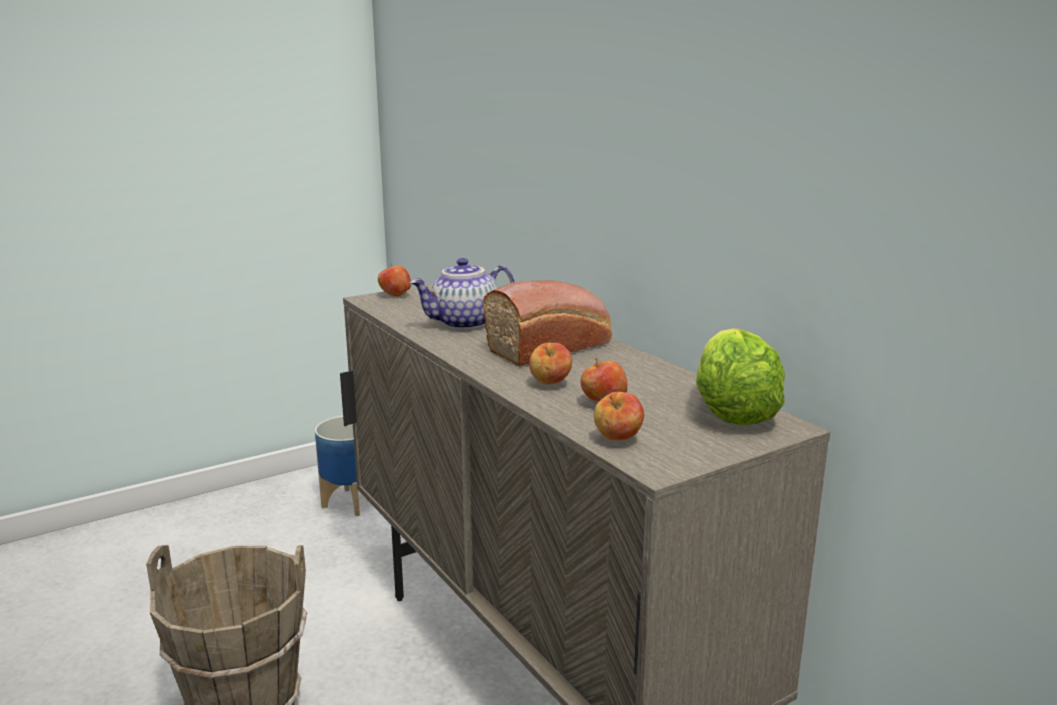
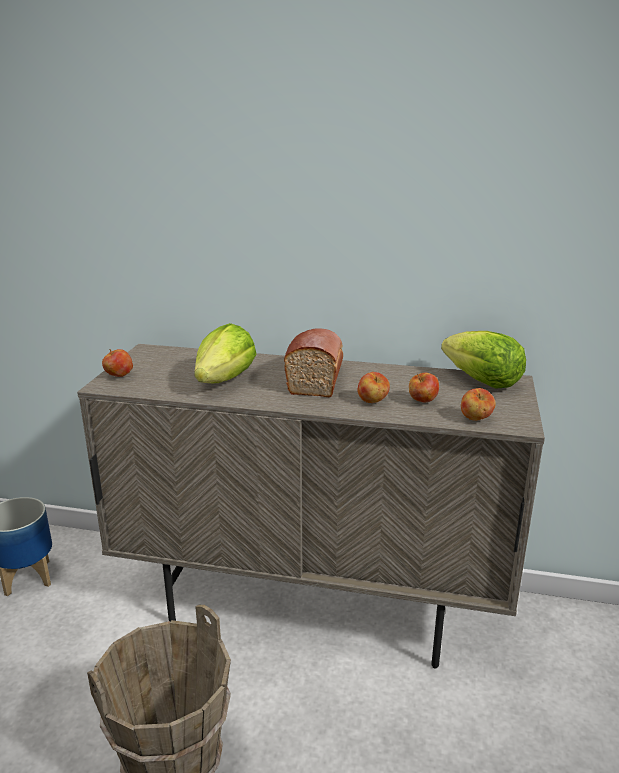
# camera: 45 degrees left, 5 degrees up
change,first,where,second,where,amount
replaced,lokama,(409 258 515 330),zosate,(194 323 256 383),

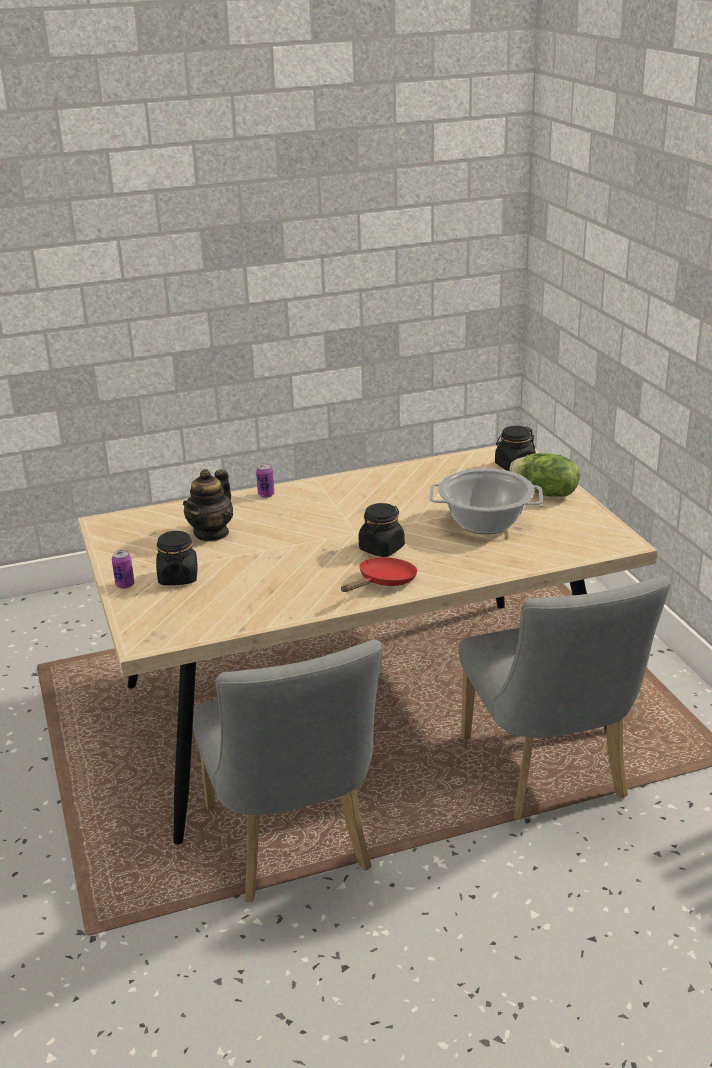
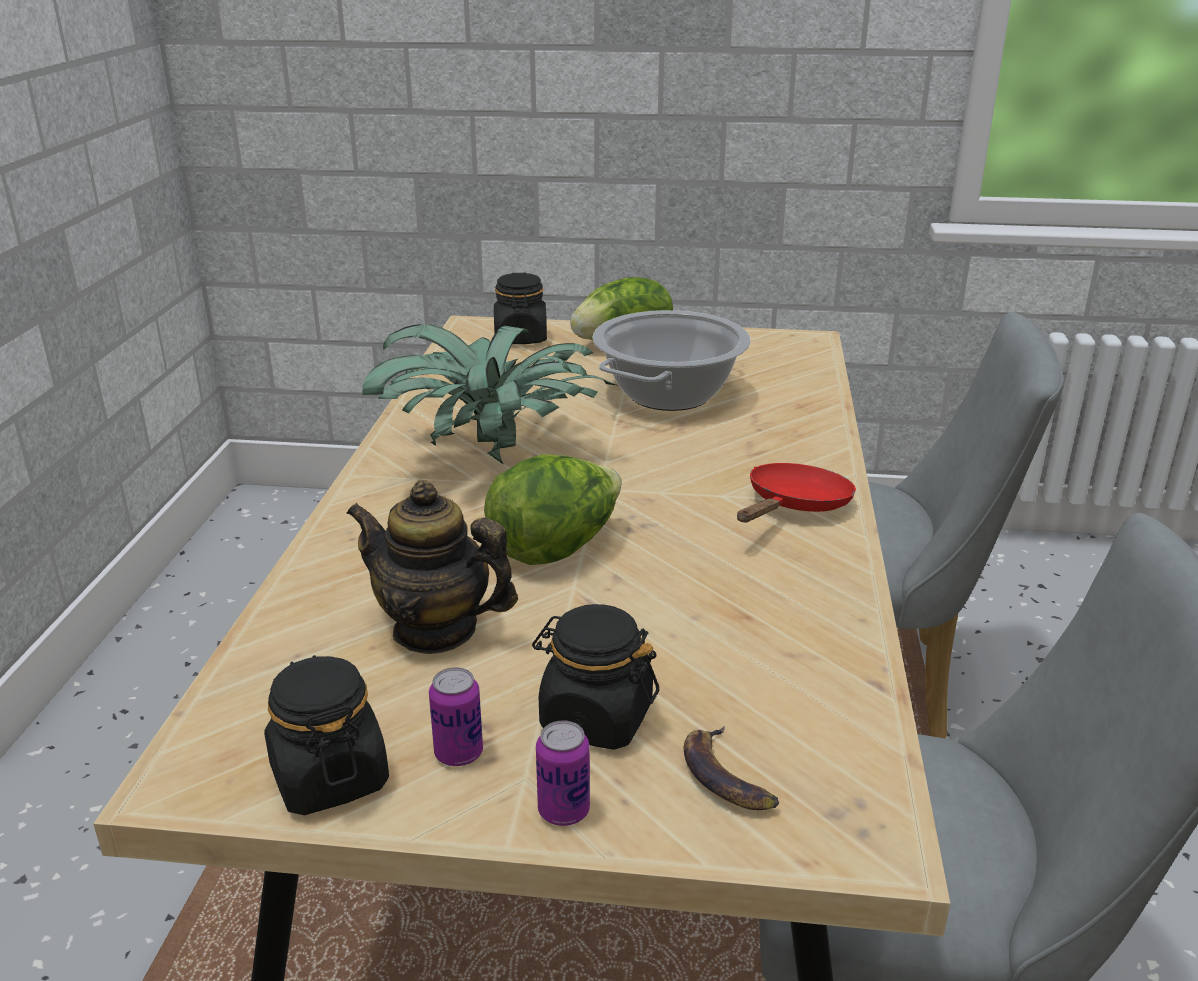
# camera: 65 degrees left, 0 degrees up
change,first,where,second,where,amount
turned,lokama,(183 469 233 542),,(346 480 518 654),150 degrees clockwise
moved,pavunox,(256 464 274 498),,(429 667 483 766),
turned,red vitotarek,(341 557 418 592),,(737 463 856 523),60 degrees clockwise
moved,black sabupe,(358 503 405 557),,(264 655 389 815),
added,,,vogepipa,(362 324 620 465),
added,,,zosate,(484 454 622 565),
added,,,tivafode,(684 726 779 810),

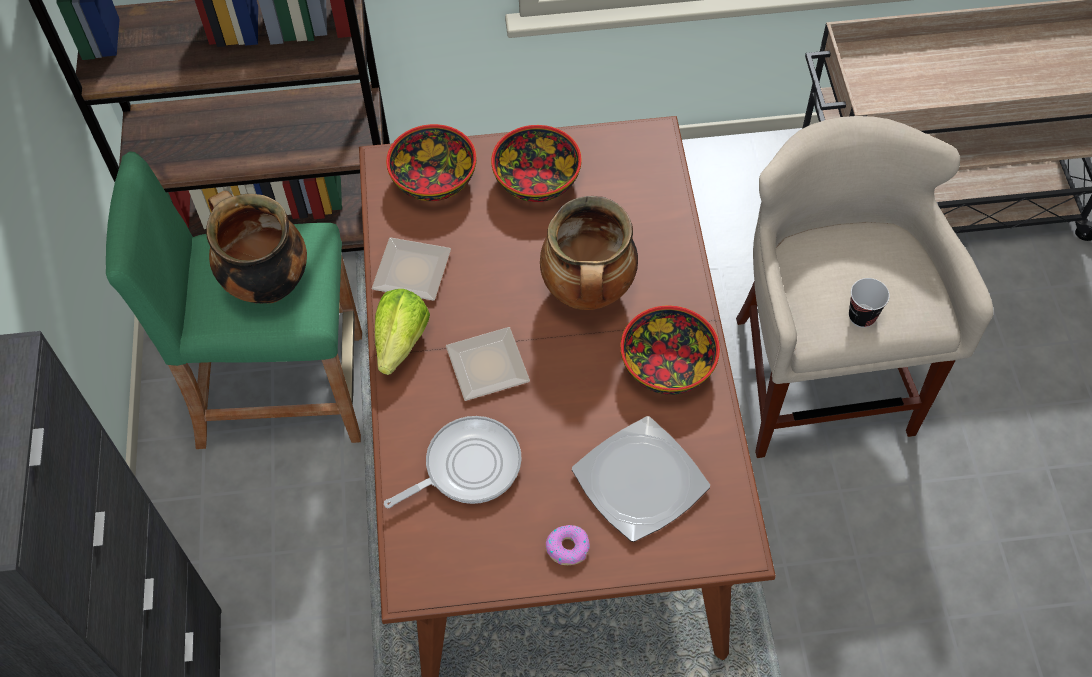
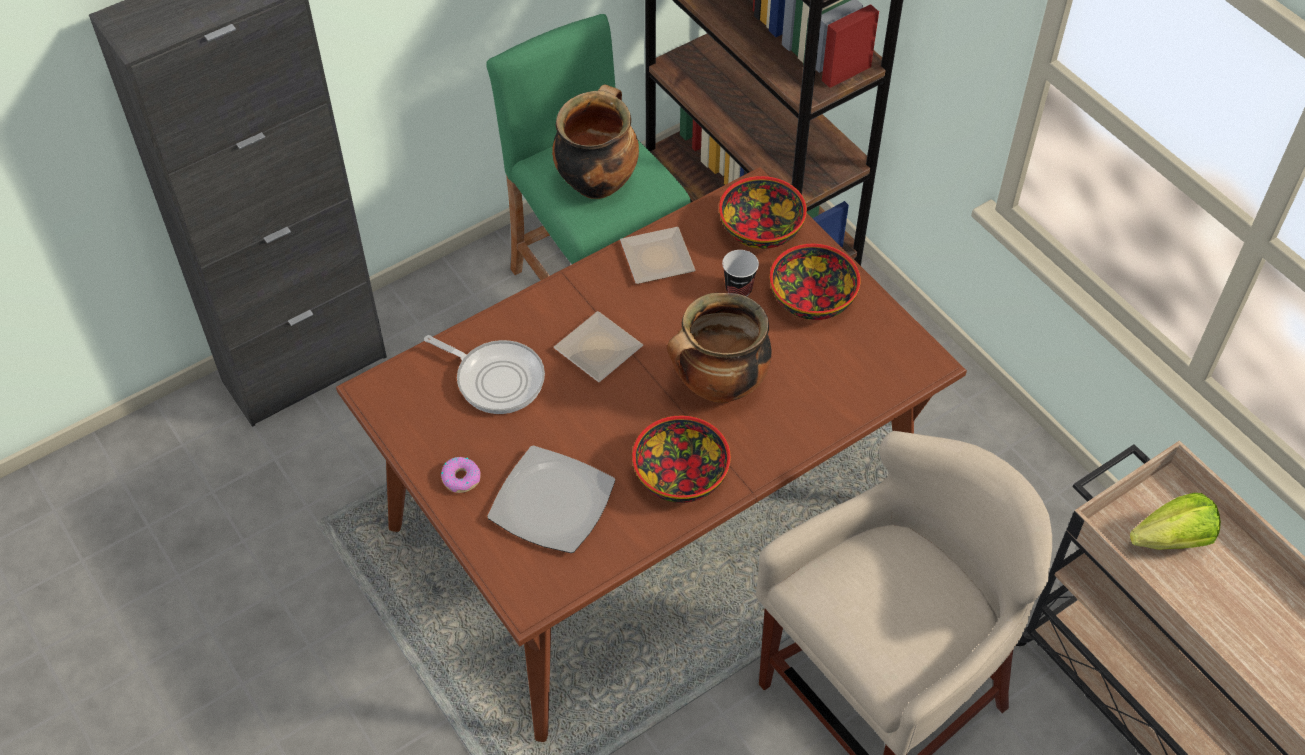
# camera: 60 degrees right, 5 degrees down
change,first,where,second,where,amount
moved,zosate,(375 289 430 375),,(1130 493 1221 550),
moved,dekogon,(849 278 890 328),,(722 250 759 296),

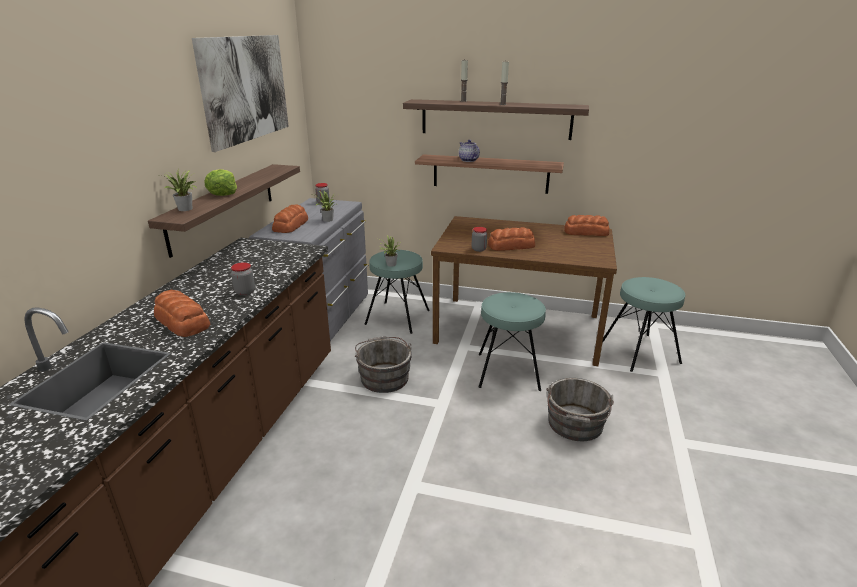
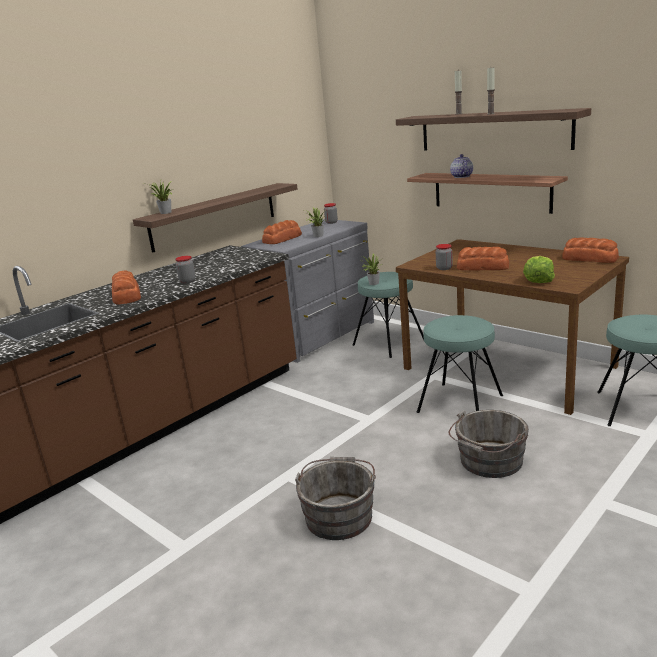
# camera: 30 degrees right, 5 degrees down
change,first,where,second,where,amount
removed,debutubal,(192 35 289 152),,,
moved,zosate,(205 169 237 196),,(523 256 555 283),
moved,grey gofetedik,(355 336 412 393),,(295 457 376 540),

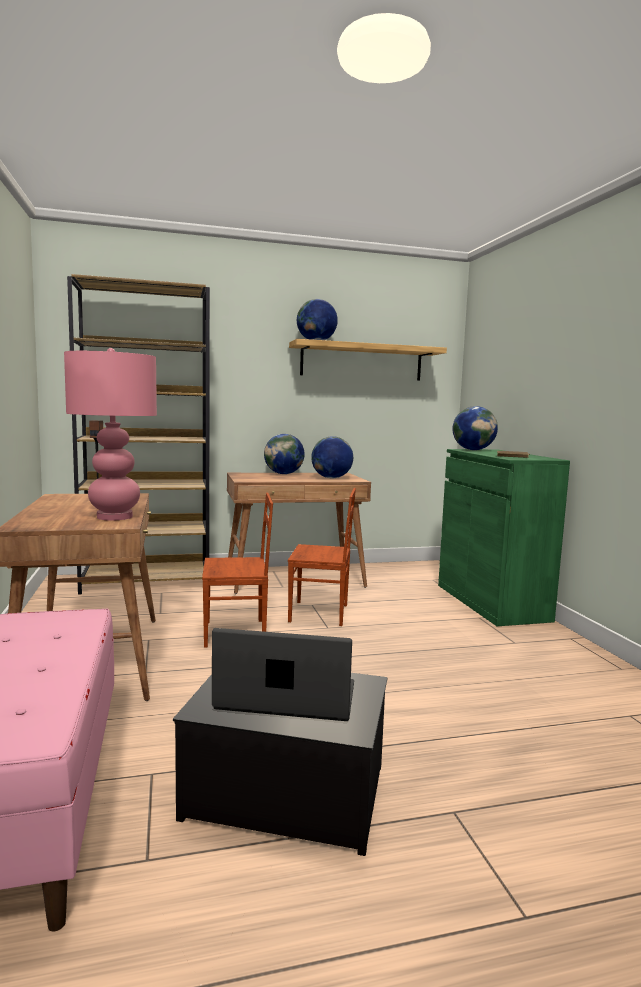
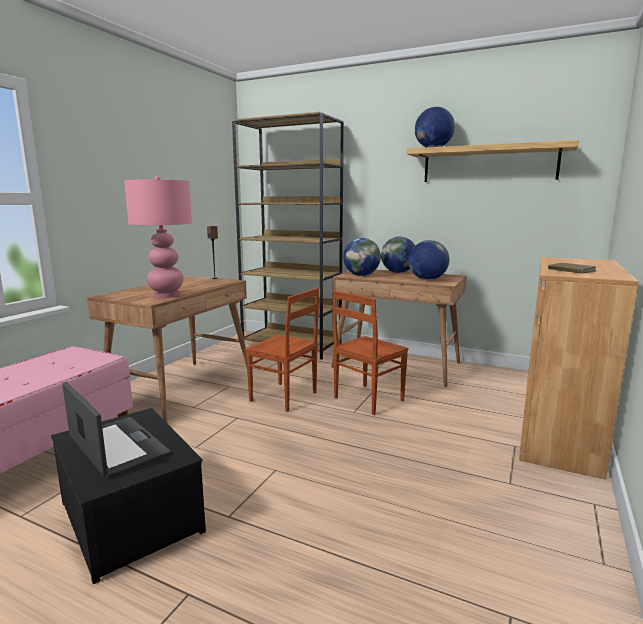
# camera: 40 degrees right, 5 degrees up
change,first,where,second,where,amount
turned,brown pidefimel,(288 488 356 626),,(332 291 409 415),90 degrees clockwise
recoloured,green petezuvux,(438 449 570 626),brown petezuvux,(519 257 639 480),
moved,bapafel,(453 406 498 450),,(343 238 381 276),

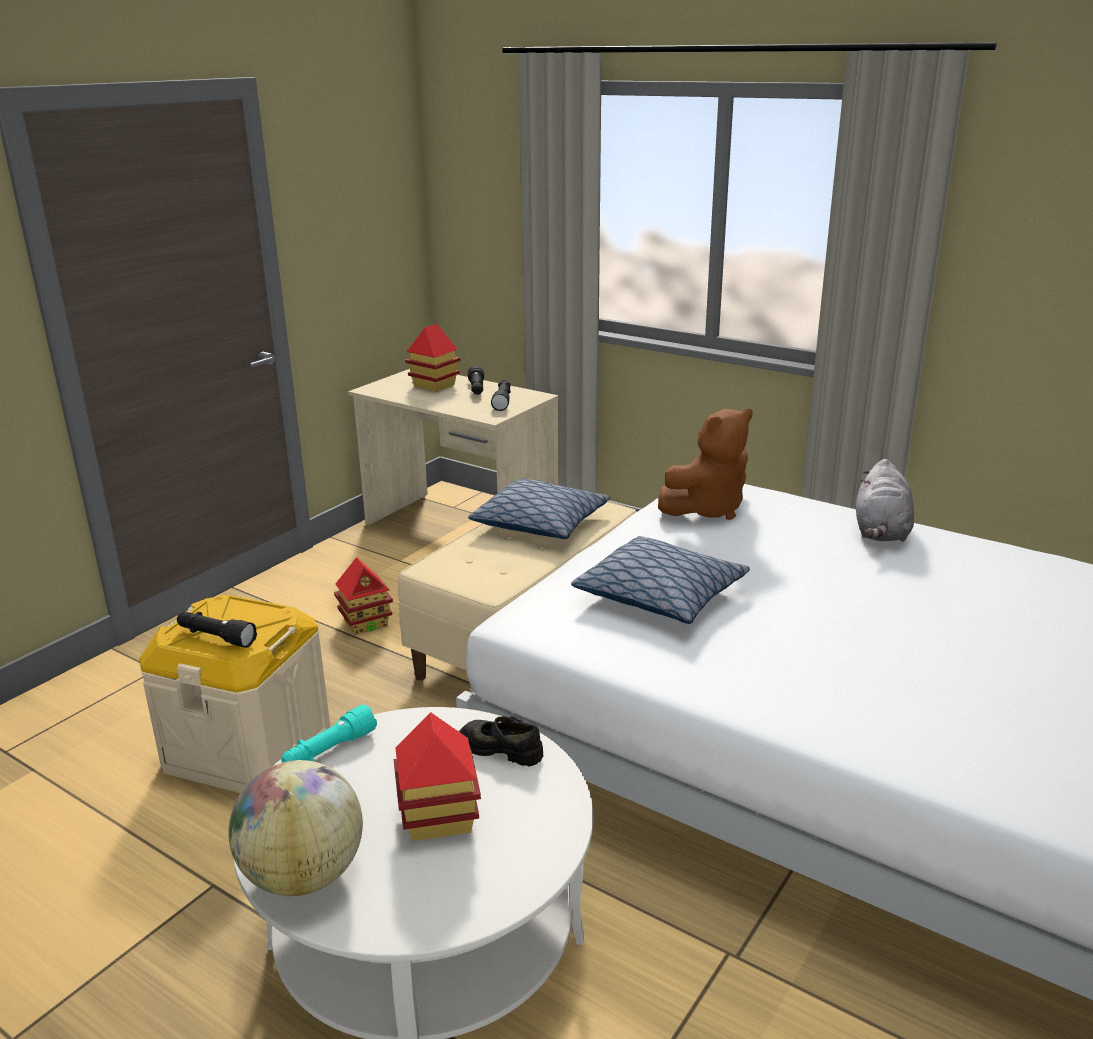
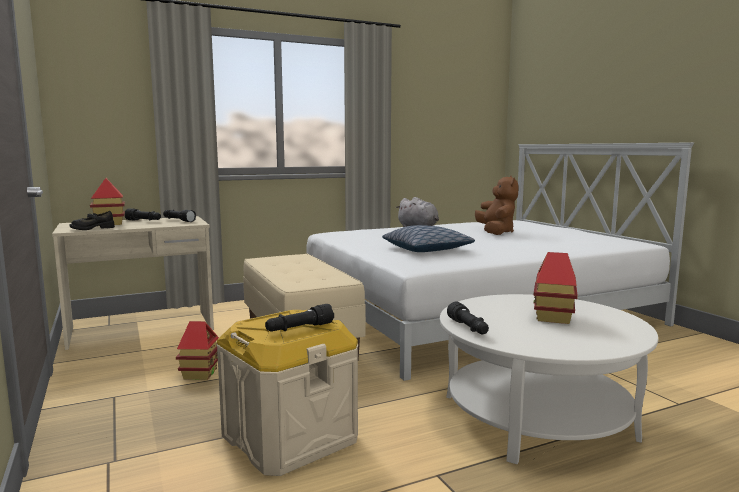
# camera: 60 degrees left, 15 degrees down
change,first,where,second,where,amount
removed,bapafel,(228 760 363 896),,,
recoloured,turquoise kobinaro,(281 705 377 762),black kobinaro,(447 301 489 334),
moved,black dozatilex,(459 716 543 766),,(69 211 115 230),
removed,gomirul,(468 479 610 539),,,
moved,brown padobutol,(658 409 753 520),,(475 176 519 235),

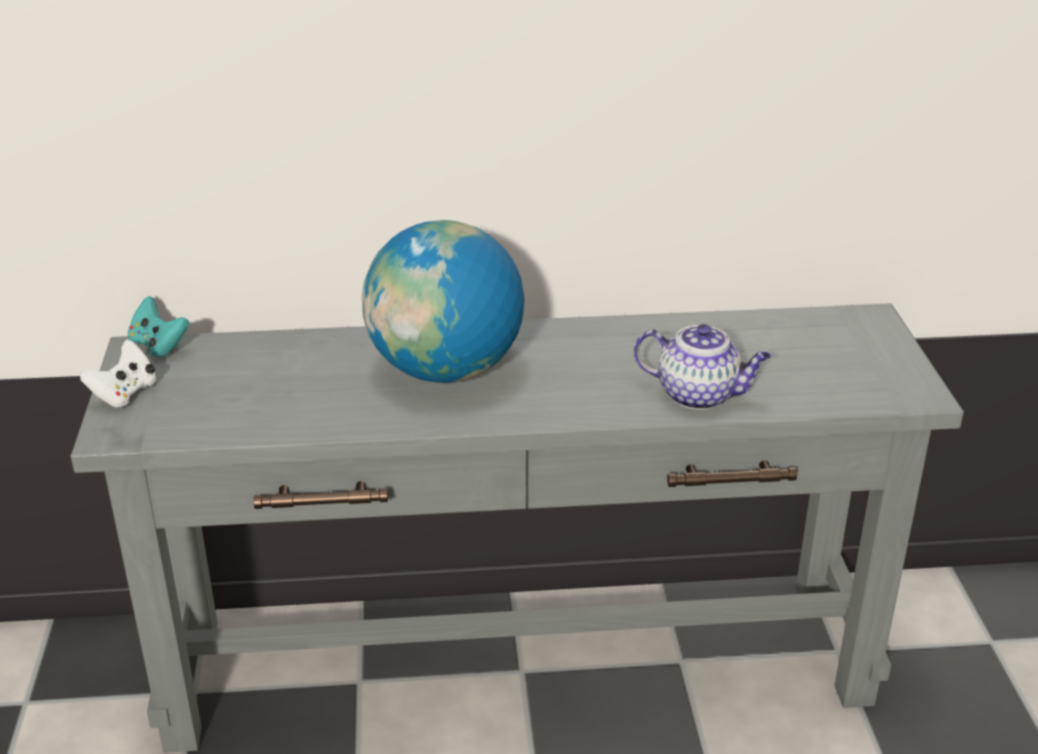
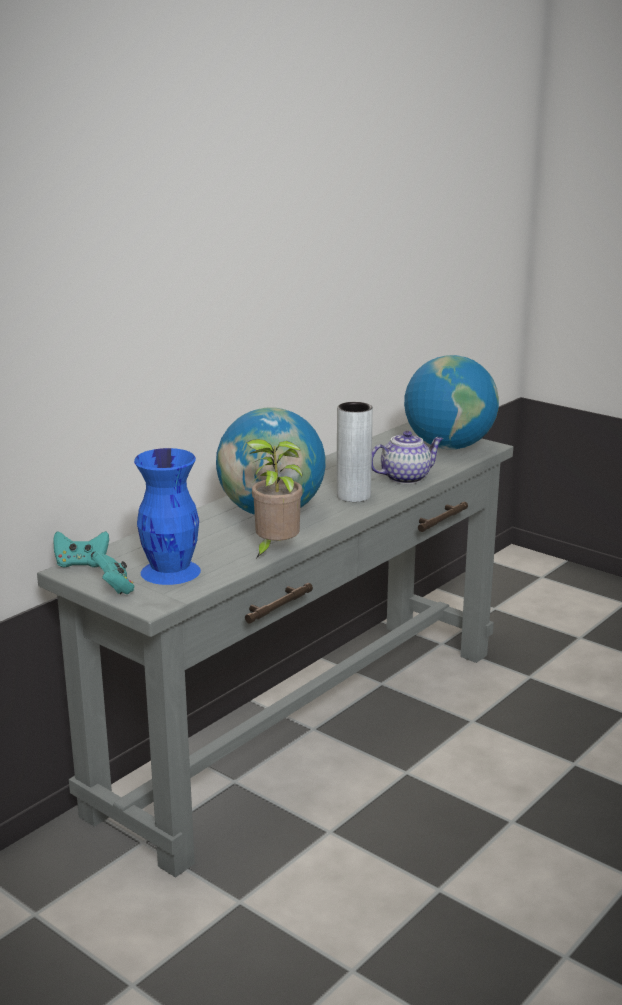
# camera: 45 degrees left, 10 degrees down
change,first,where,second,where,amount
recoloured,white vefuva,(80 339 156 408),turquoise vefuva,(92 551 134 594),
added,,,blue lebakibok,(134 448 201 585),
added,,,vogepipa,(246 439 303 559),
added,,,grey lebakibok,(336 402 373 502),
added,,,bapafel,(404 355 499 449),

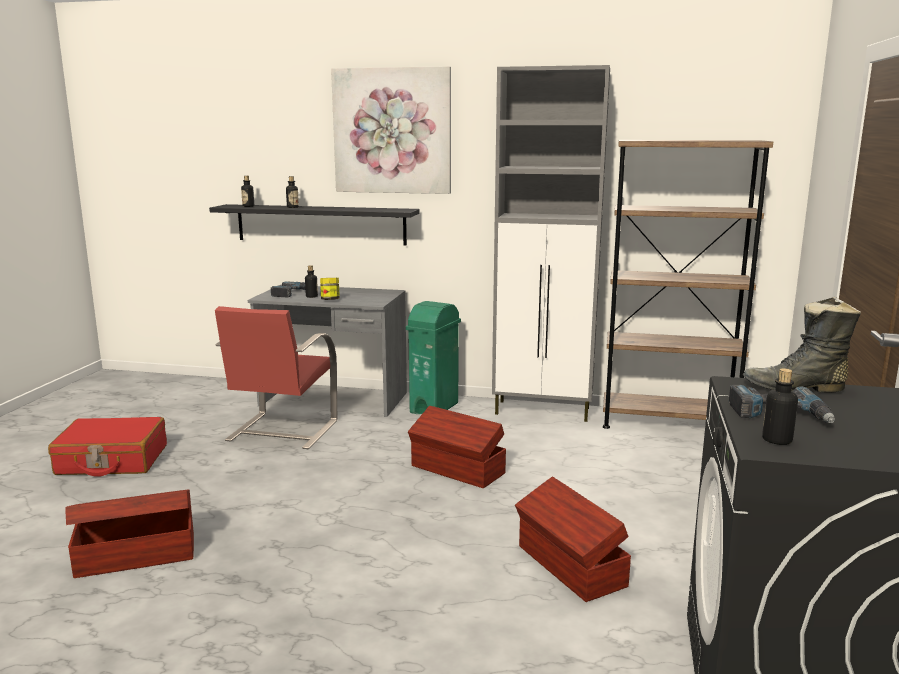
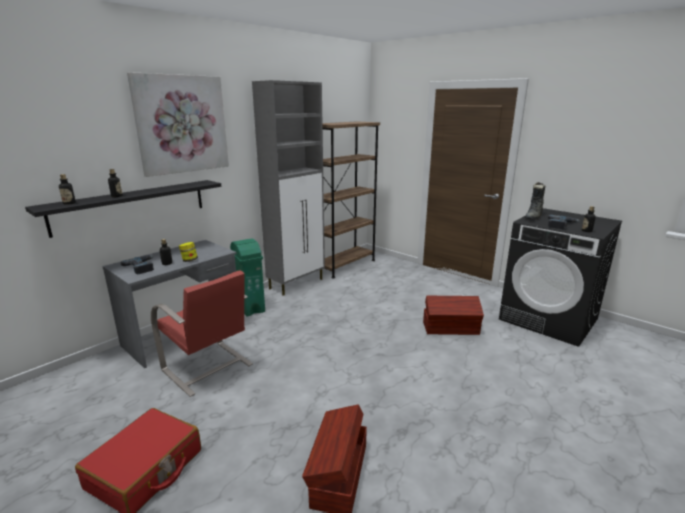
# camera: 60 degrees left, 5 degrees up
change,first,where,second,where,amount
removed,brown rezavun,(408 406 506 488),,,

